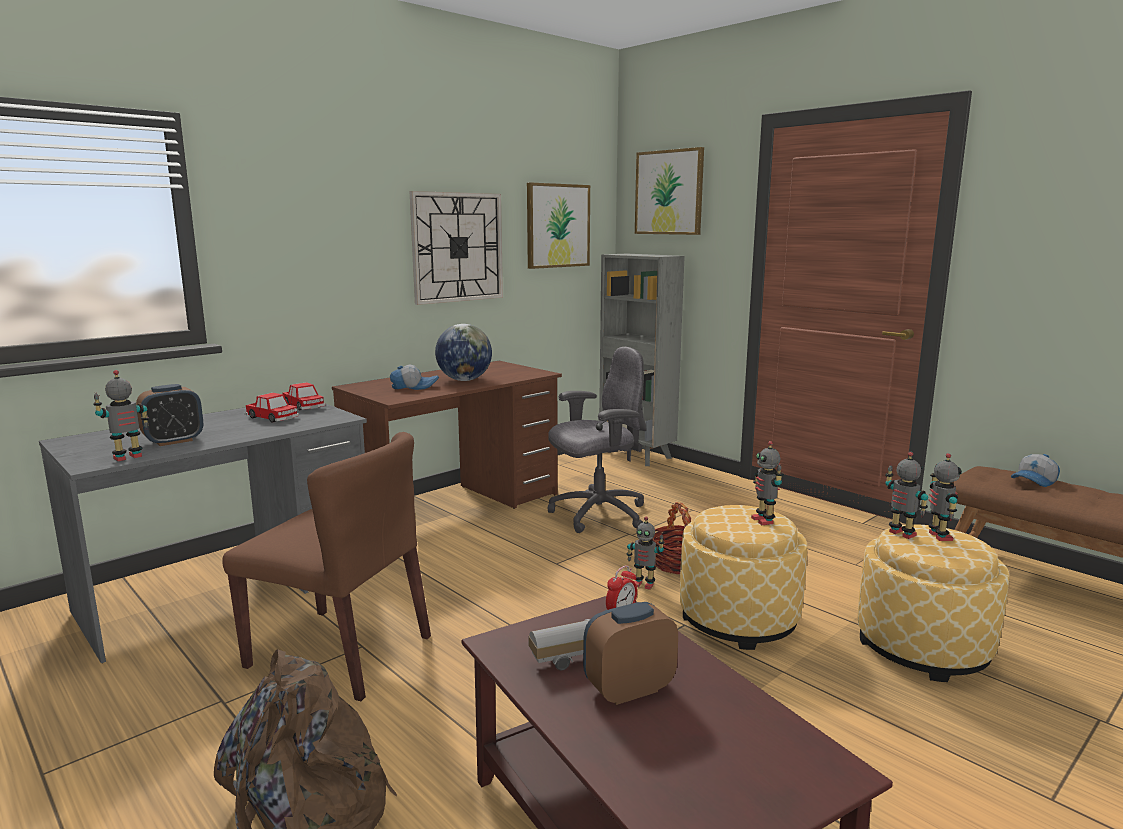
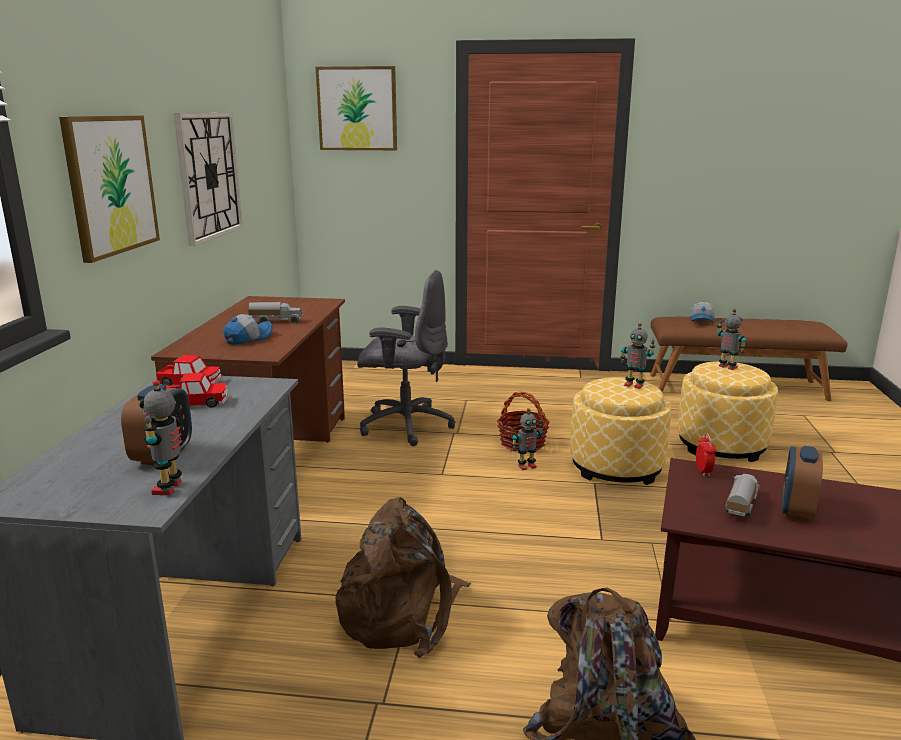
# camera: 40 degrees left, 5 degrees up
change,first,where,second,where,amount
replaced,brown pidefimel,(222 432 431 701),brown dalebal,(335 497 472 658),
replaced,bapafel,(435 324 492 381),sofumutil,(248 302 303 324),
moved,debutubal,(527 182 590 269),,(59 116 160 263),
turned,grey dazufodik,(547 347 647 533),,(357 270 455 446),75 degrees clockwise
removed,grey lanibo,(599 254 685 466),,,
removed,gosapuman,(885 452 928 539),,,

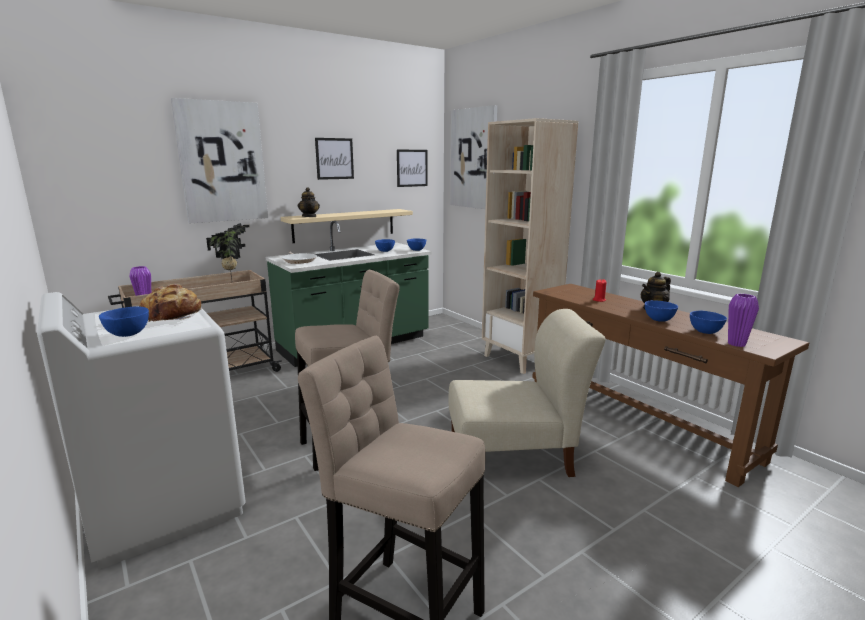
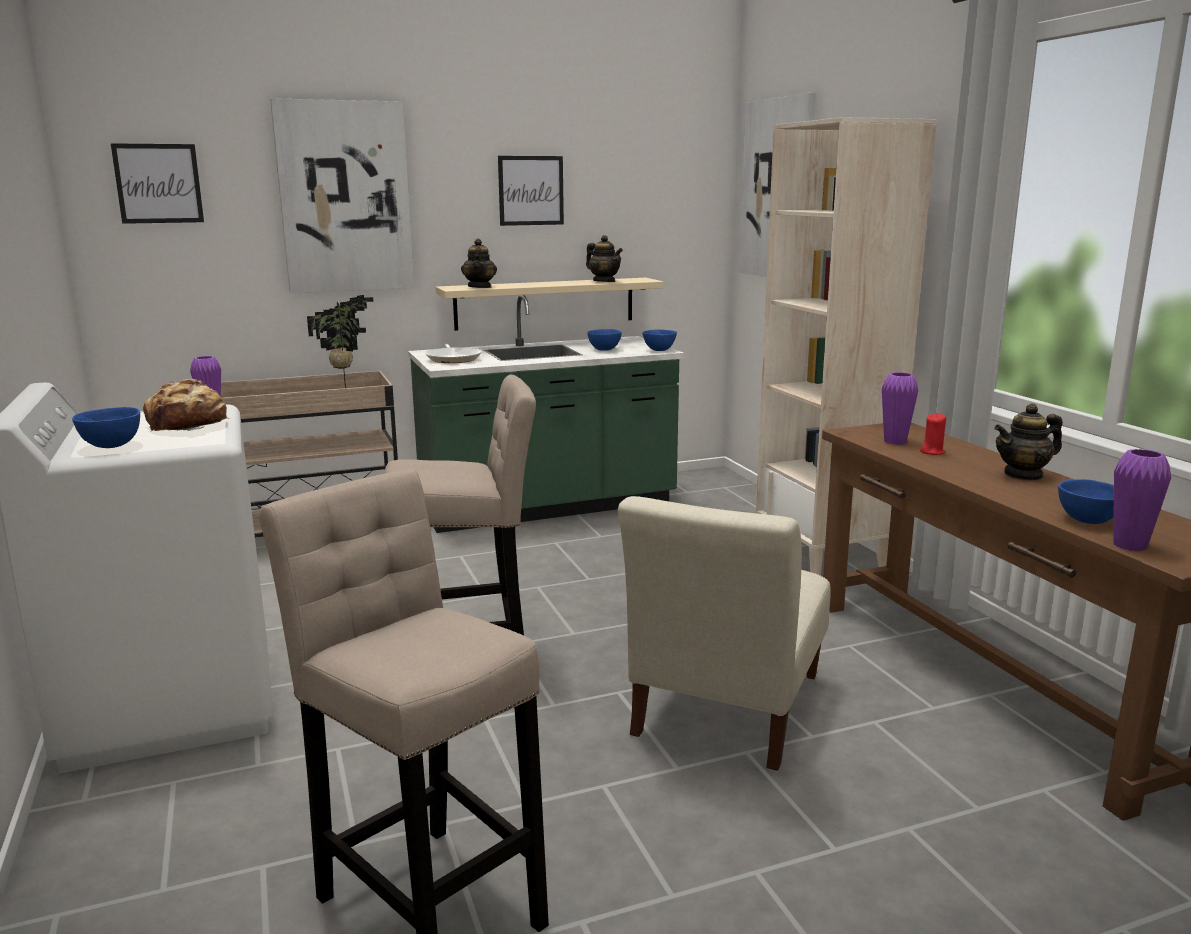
# camera: 15 degrees right, 0 degrees up
change,first,where,second,where,amount
moved,debutubal,(397 149 427 187),,(111 143 204 224),
turned,beige pidefimel,(449 309 606 477),,(618 496 831 771),105 degrees clockwise
removed,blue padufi,(645 300 678 322),,,
added,,,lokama,(586 235 623 282),
added,,,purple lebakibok,(882 372 918 445),

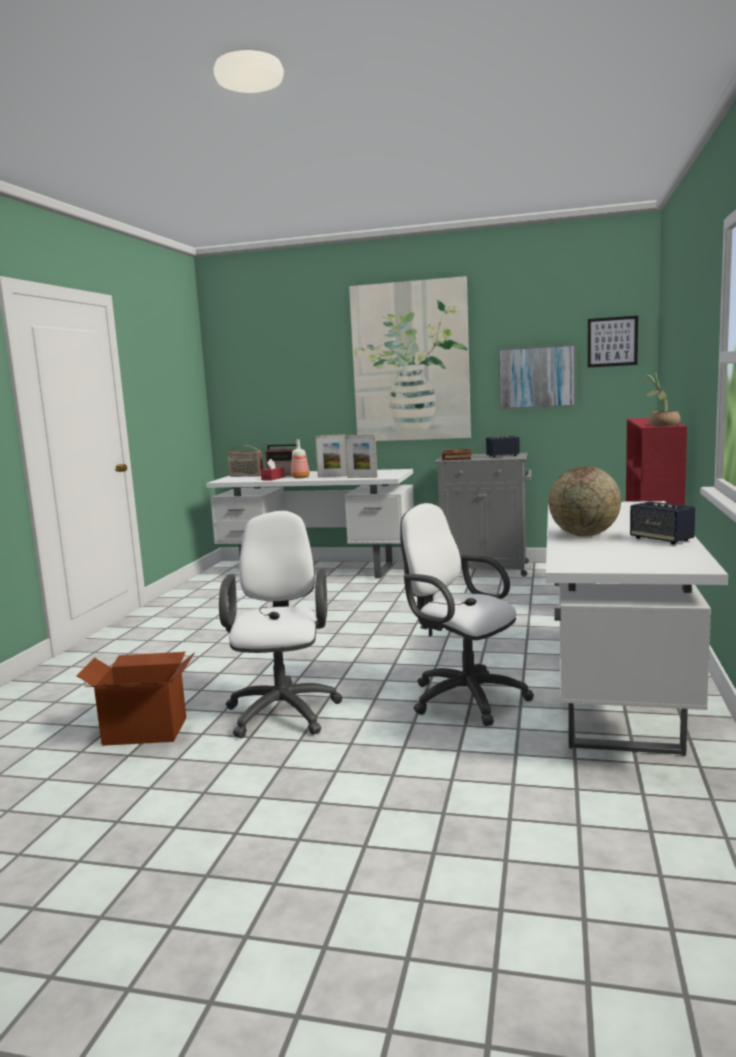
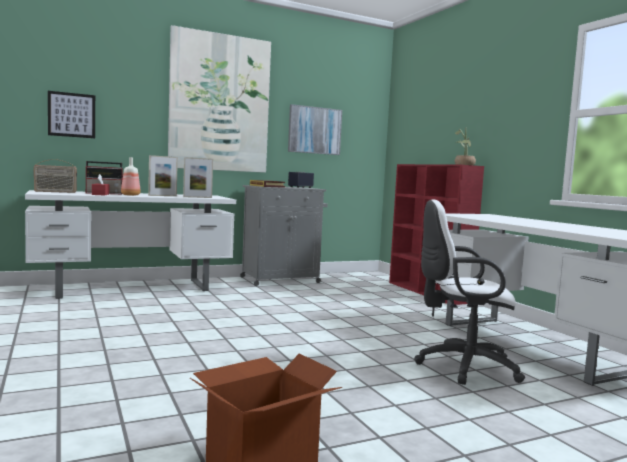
# camera: 40 degrees left, 5 degrees down
change,first,where,second,where,amount
removed,white dazufodik,(219 511 343 738),,,
removed,bapafel,(549 466 621 536),,,
moved,debutubal,(588 316 638 367),,(48 91 95 138),
removed,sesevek,(630 501 695 544),,,

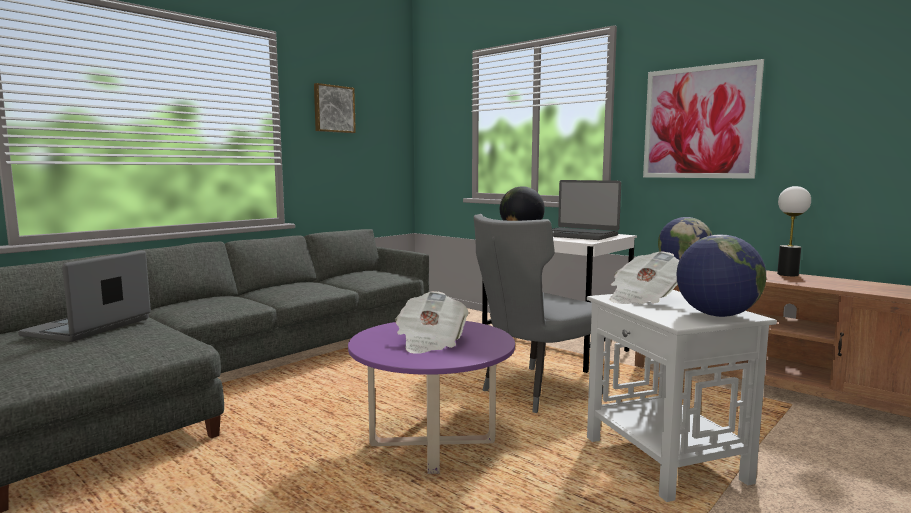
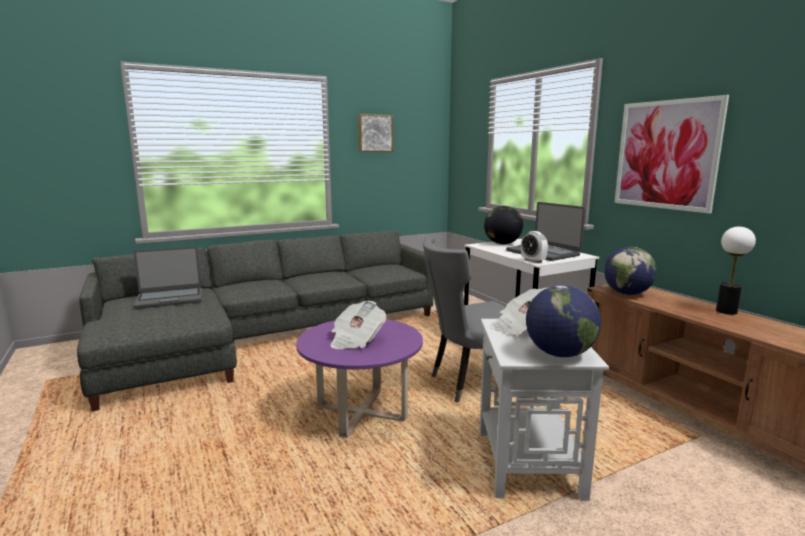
# camera: 20 degrees right, 5 degrees up
change,first,where,second,where,amount
turned,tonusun,(18 250 151 342),,(134 246 202 309),150 degrees counterclockwise
added,,,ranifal,(521 231 548 263),

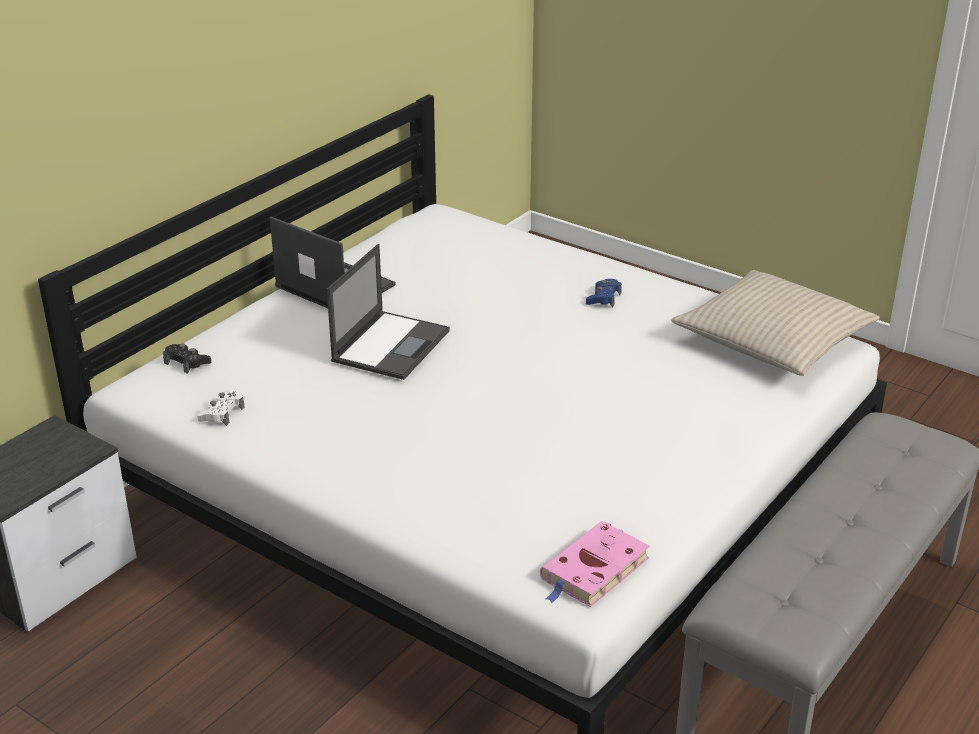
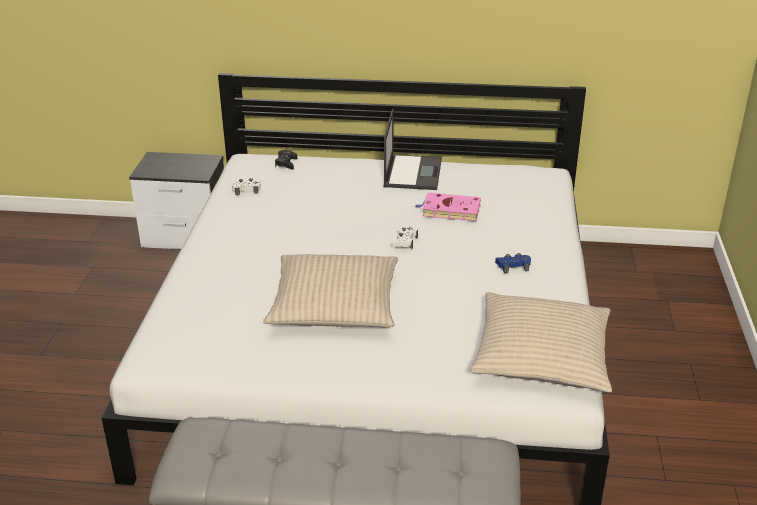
# camera: 60 degrees right, 0 degrees up
change,first,where,second,where,amount
removed,tonusun,(327 244 450 380),,,
moved,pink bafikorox,(540 521 650 607),,(415 192 481 221),
added,,,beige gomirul,(263 254 398 327),
added,,,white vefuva,(391 226 418 249),

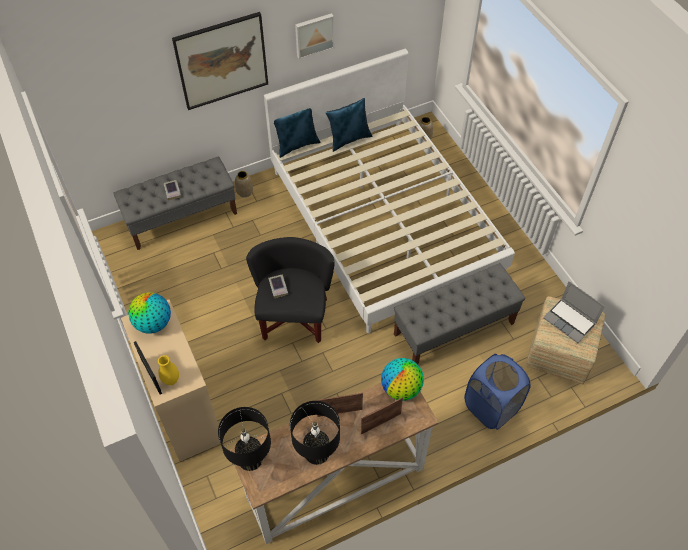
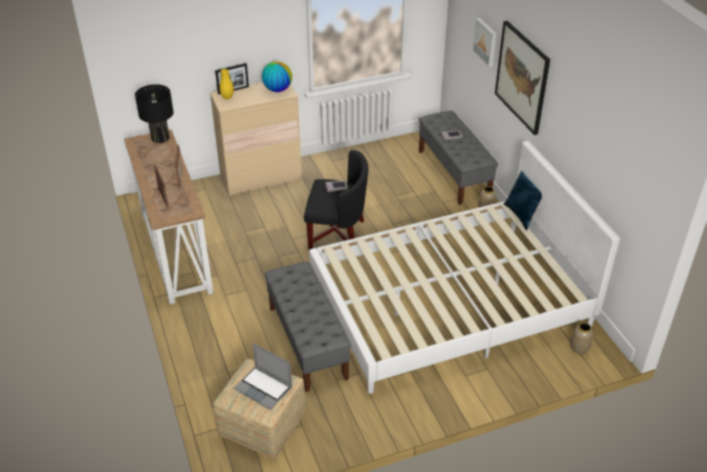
# camera: 95 degrees right, 15 degrees down
change,first,where,second,where,amount
removed,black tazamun,(290 401 340 465),,,
moved,debutubal,(295 13 334 59),,(472 18 497 67),
removed,blue gomirul,(326 98 372 152),,,
removed,bapafel,(381 358 424 401),,,
removed,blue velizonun,(464 354 531 430),,,
turned,tonusun,(543 281 605 343),,(234 343 292 410),105 degrees counterclockwise

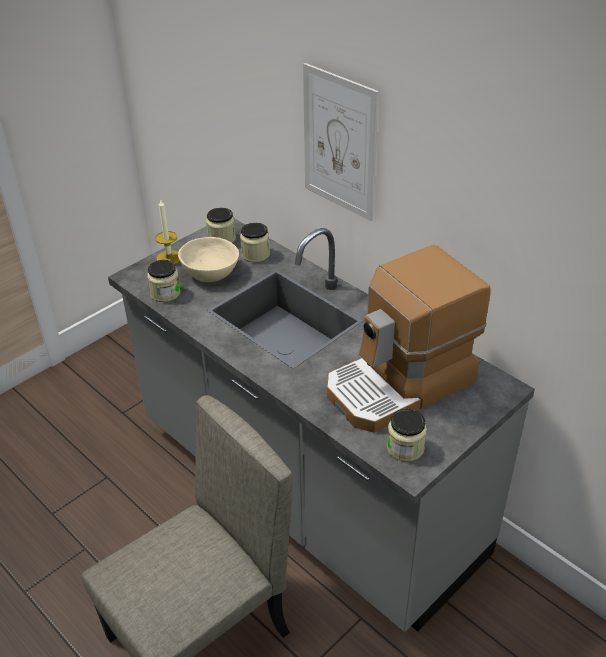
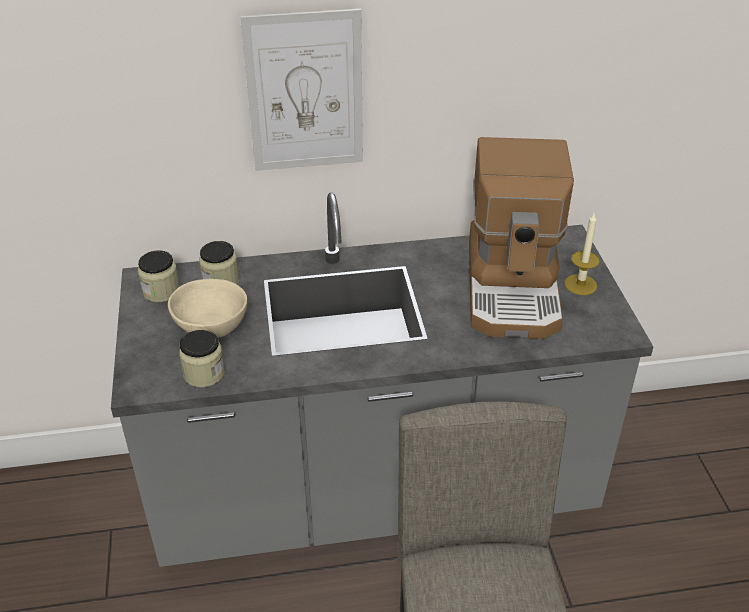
# camera: 55 degrees left, 0 degrees up
change,first,where,second,where,amount
moved,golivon,(155 200 180 264),,(564 212 600 295),
removed,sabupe,(387 408 427 462),,,

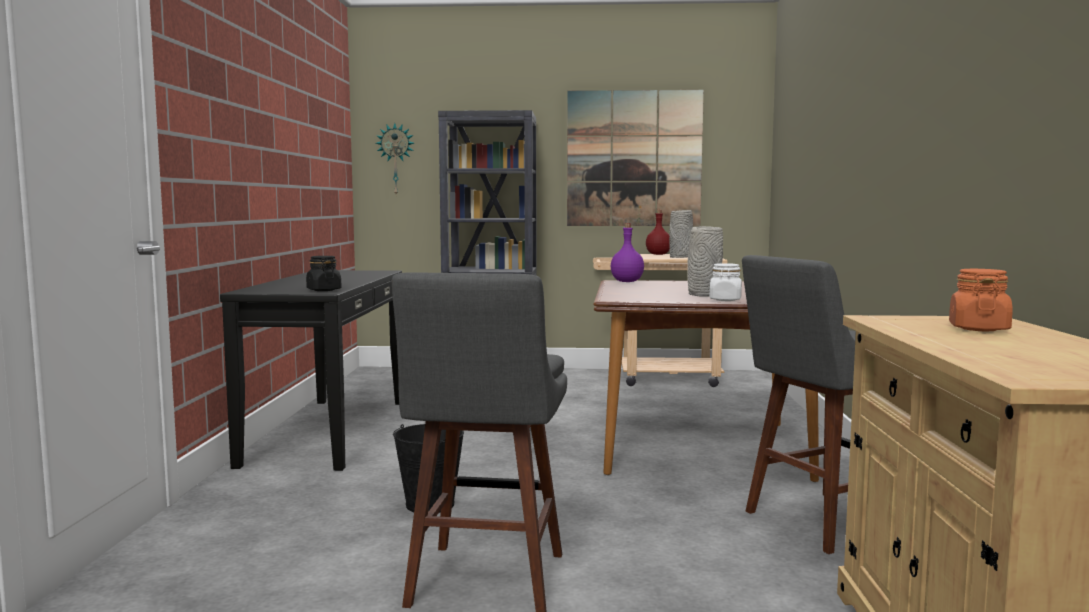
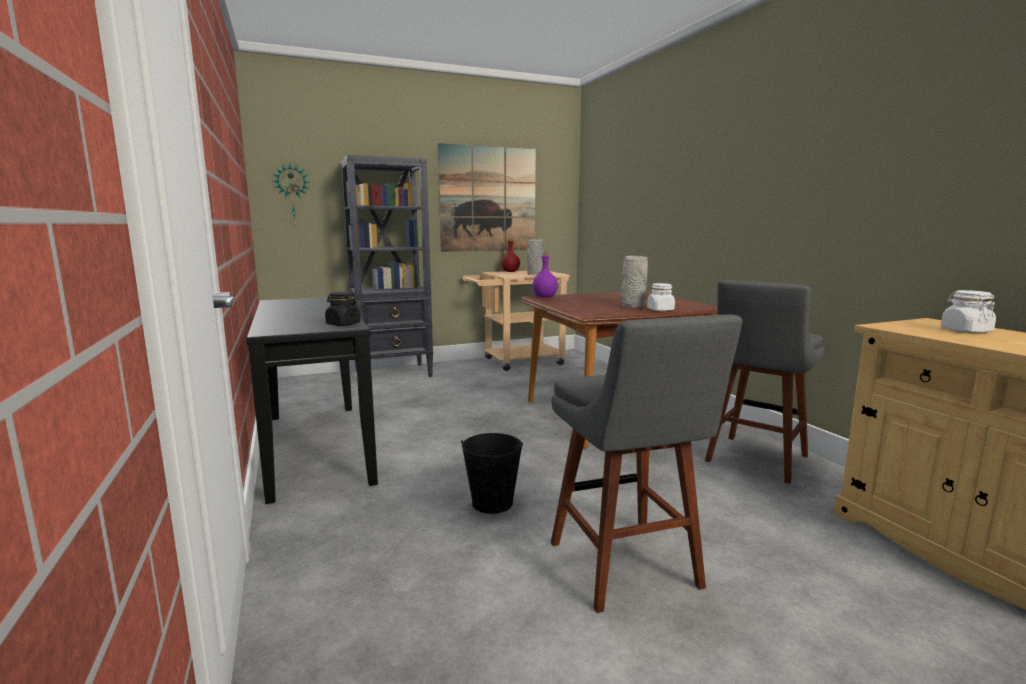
# camera: 25 degrees left, 5 degrees up
change,first,where,second,where,amount
recoloured,orange sabupe,(949 269 1013 331),white sabupe,(941 290 996 333),

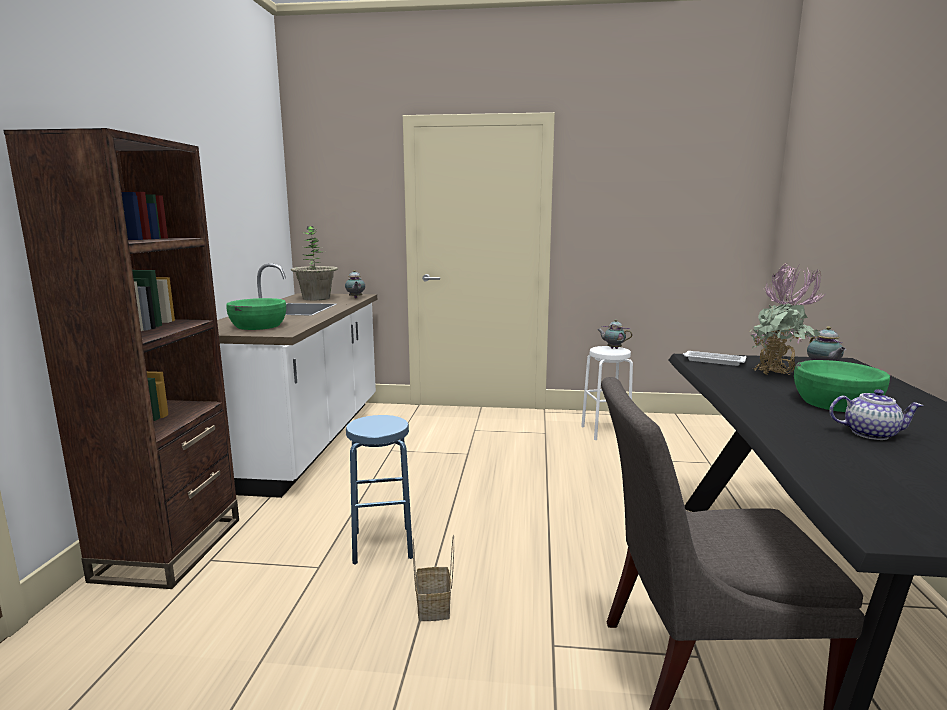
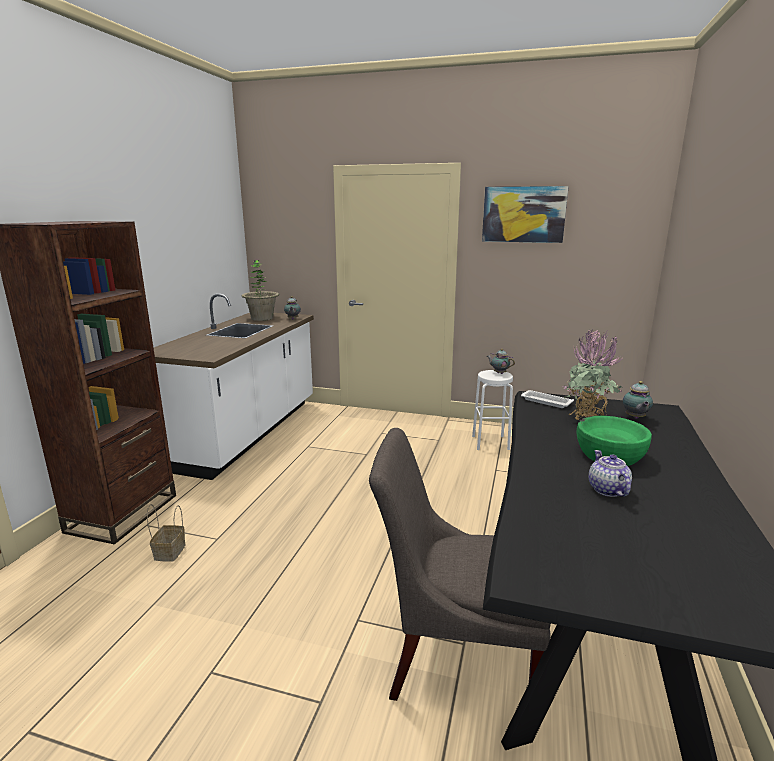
# camera: 10 degrees right, 5 degrees up
change,first,where,second,where,amount
removed,green padufi,(226 298 286 330),,,
removed,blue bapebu,(346 415 413 565),,,
moved,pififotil,(412 535 454 621),,(147 504 185 561),
turned,lokama,(829 389 923 440),,(589 450 632 497),120 degrees counterclockwise
added,,,debutubal,(482 186 569 243),

